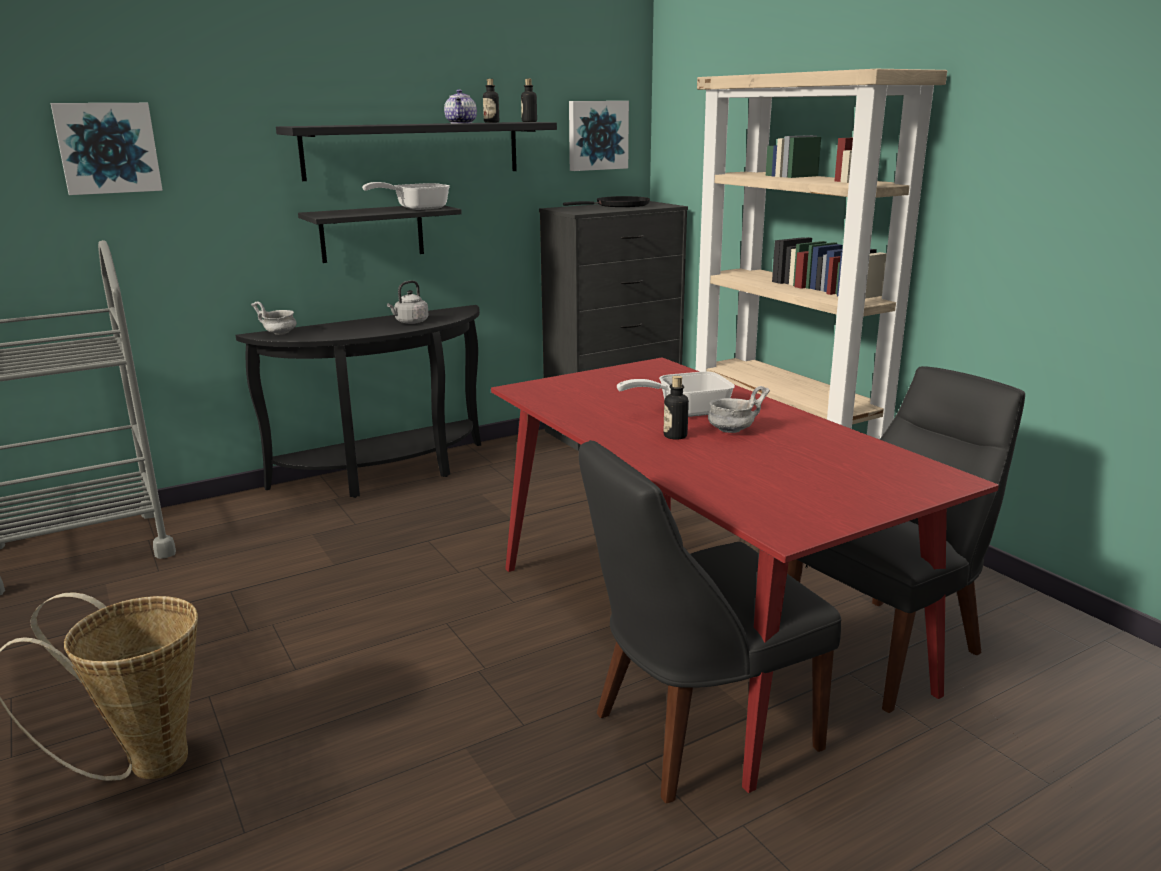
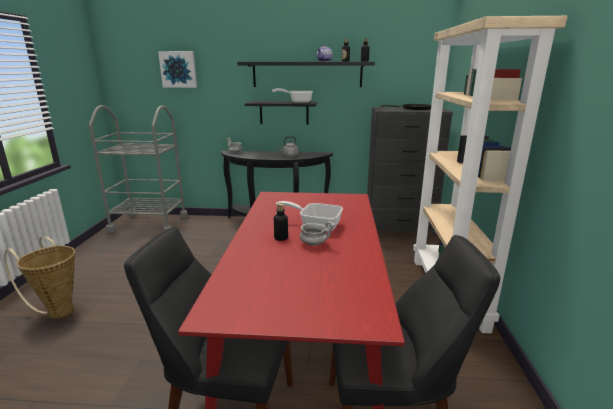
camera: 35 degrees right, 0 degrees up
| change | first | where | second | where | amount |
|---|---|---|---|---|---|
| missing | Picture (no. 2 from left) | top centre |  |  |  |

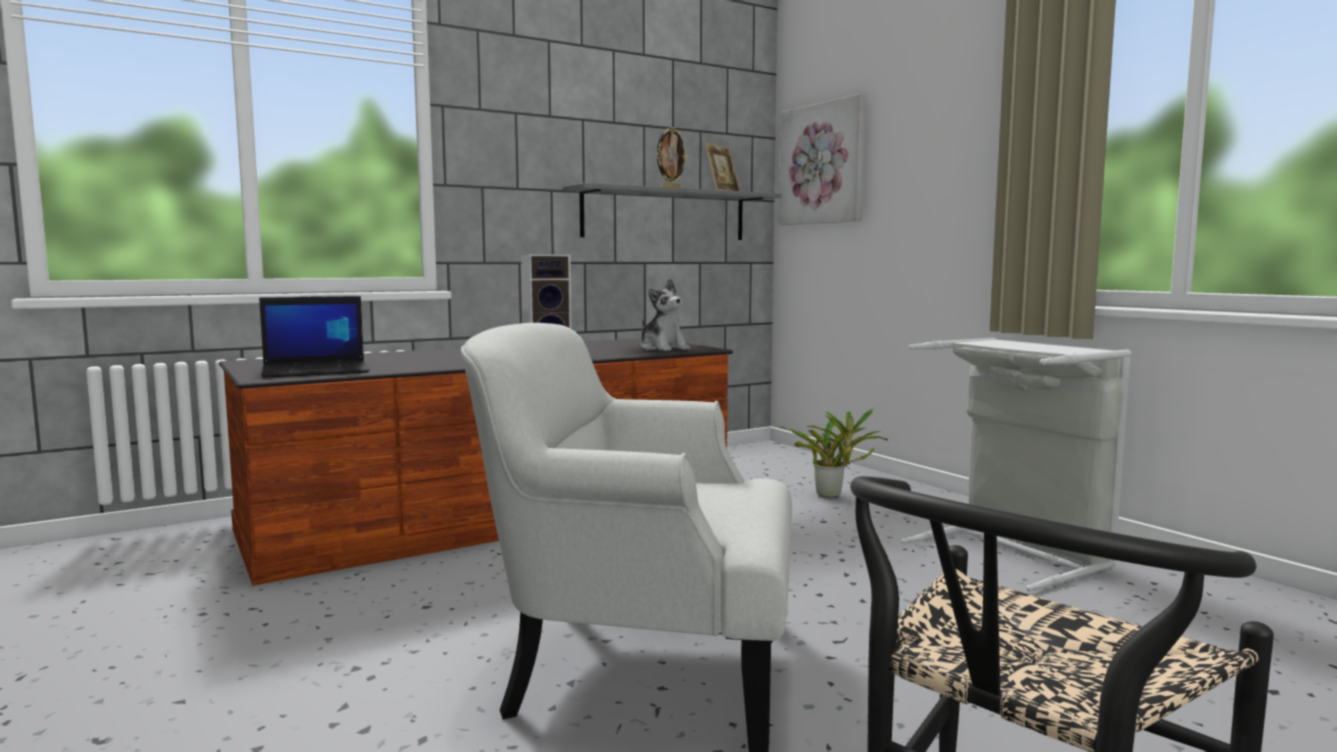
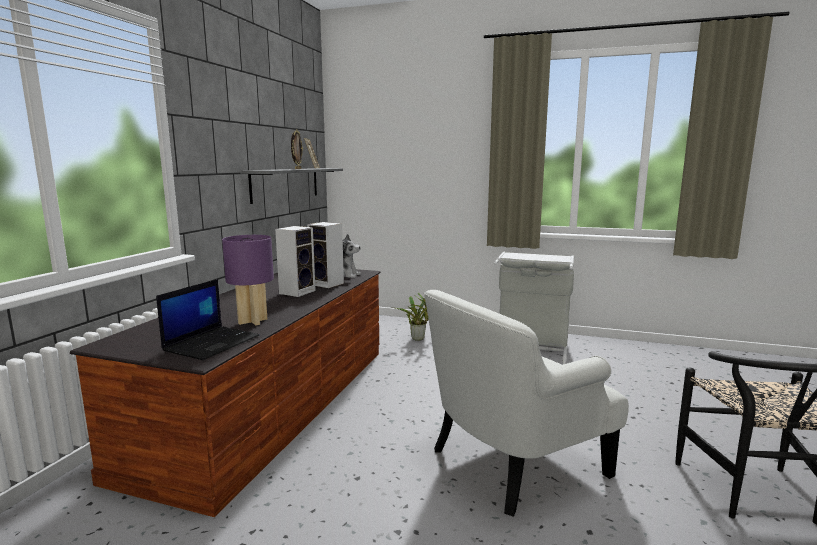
camera: 40 degrees left, 5 degrees up
| change | first | where | second | where | amount |
|---|---|---|---|---|---|
| missing | Picture | top centre |  |  |  |
| appeared |  |  | Speaker (no. 2 from left) | centre |  |
| appeared |  |  | PurpleTableLamp | middle left |  |

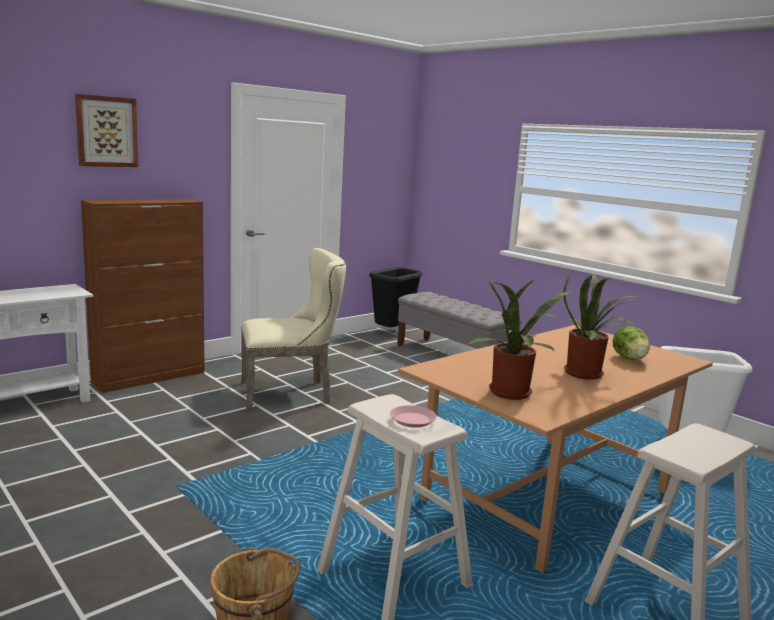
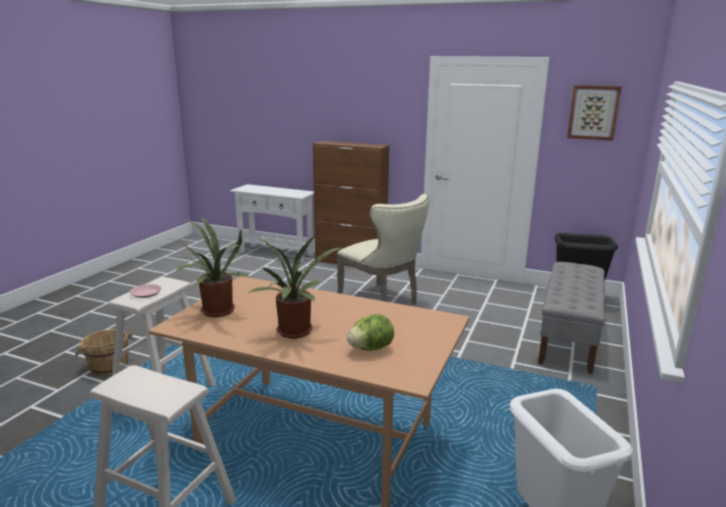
camera: 65 degrees right, 5 degrees up
| change | first | where | second | where | amount |
|---|---|---|---|---|---|
| relocated | Picture | top left |  | top right |  |

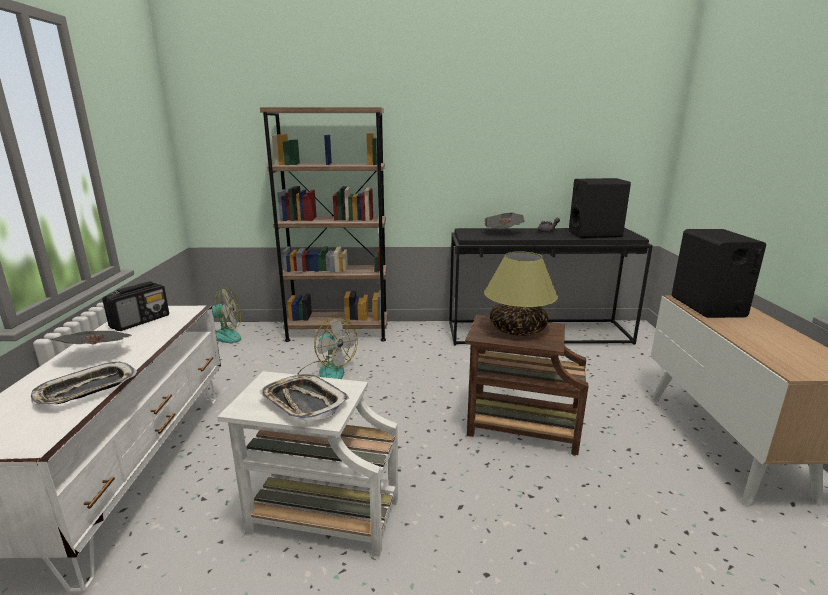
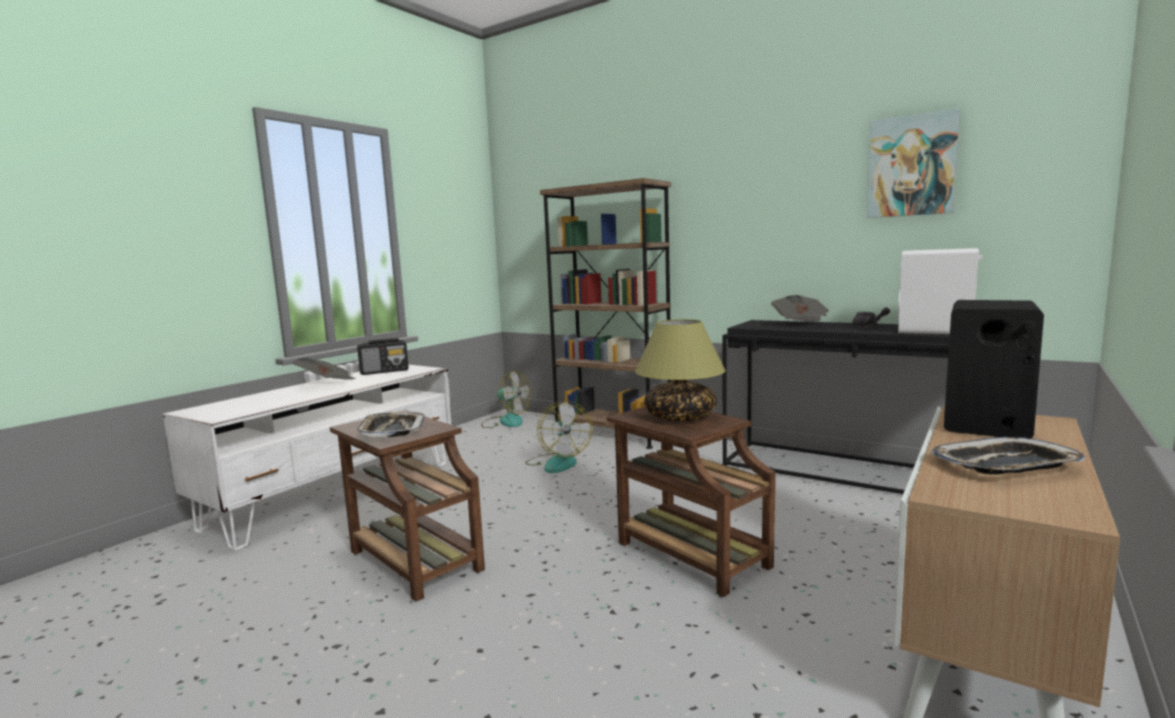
camera: 35 degrees right, 10 degrees down
| change | first | where | second | where | amount |
|---|---|---|---|---|---|
| colour | BlackSpeaker (no. 1 from left) | middle right | WhiteSpeaker | middle right |  |
| relocated | Tray (no. 1 from left in the first image) | middle left | Tray (no. 2 from left) | middle right |  |
| colour | WhiteSideTable | bottom centre | BrownSideTable (no. 1 from left) | bottom centre |  |
| appeared |  |  | Picture | top right |  |

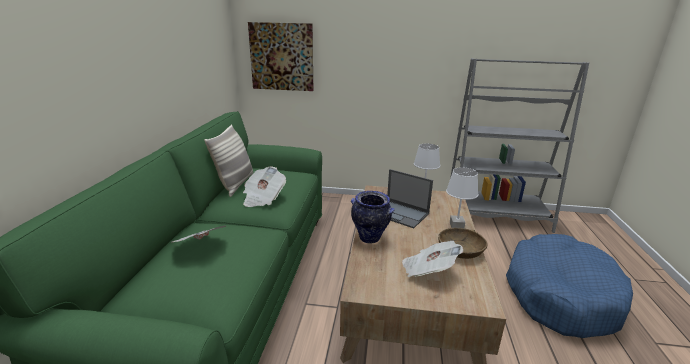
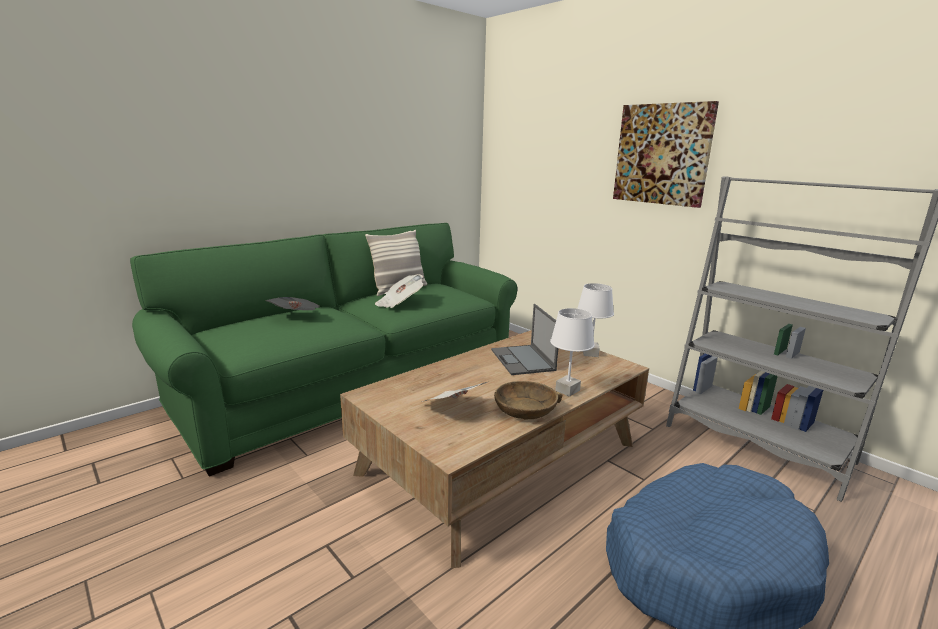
camera: 40 degrees right, 5 degrees down
| change | first | where | second | where | amount |
|---|---|---|---|---|---|
| relocated | Picture | top centre |  | top right |  |
| missing | Vase | centre |  |  |  |

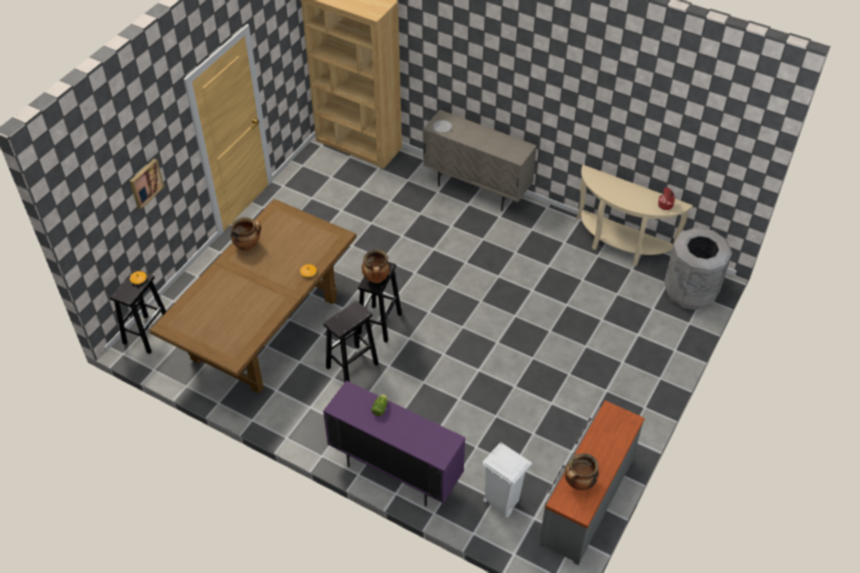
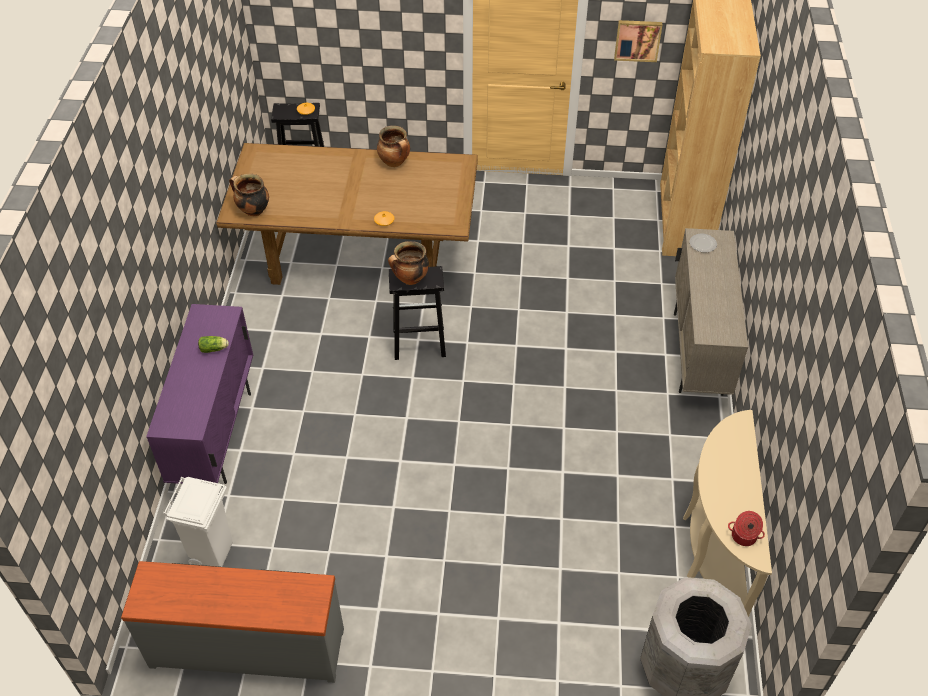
camera: 65 degrees right, 0 degrees up
| change | first | where | second | where | amount |
|---|---|---|---|---|---|
| relocated | Picture | top left |  | top right |  |
| missing | BlackStool (no. 2 from left) | centre |  |  |  |
| relocated | CookingPot (no. 3 from left in the first image) | bottom right | CookingPot (no. 1 from left) | top left |  |

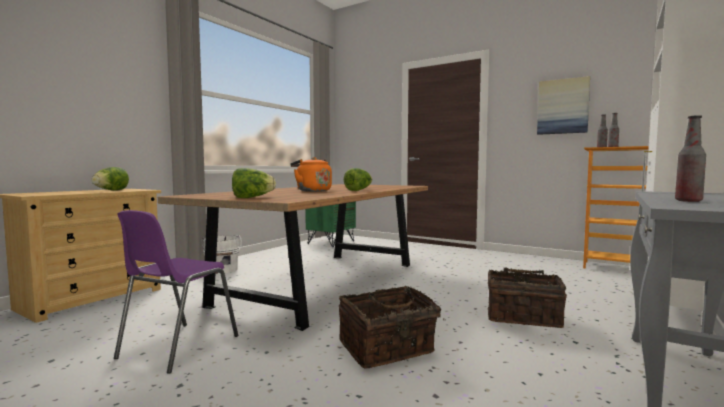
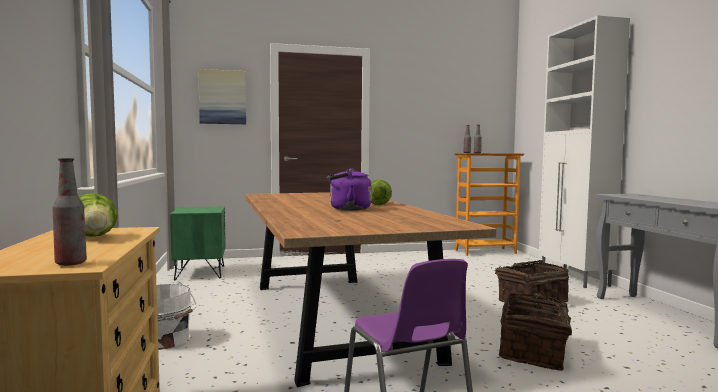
camera: 45 degrees left, 0 degrees up
| change | first | where | second | where | amount |
|---|---|---|---|---|---|
| relocated | Picture | top right |  | top left |  |
| relocated | Bottle (no. 3 from left in the first image) | middle right | Bottle (no. 1 from left) | middle left |  |
| colour | OrangeKettle | centre | PurpleKettle | centre |  |
| missing | Lettuce (no. 2 from left) | centre |  |  |  |

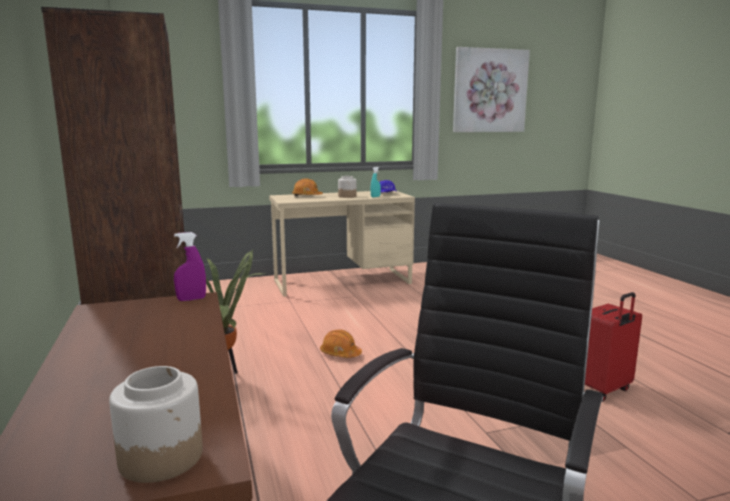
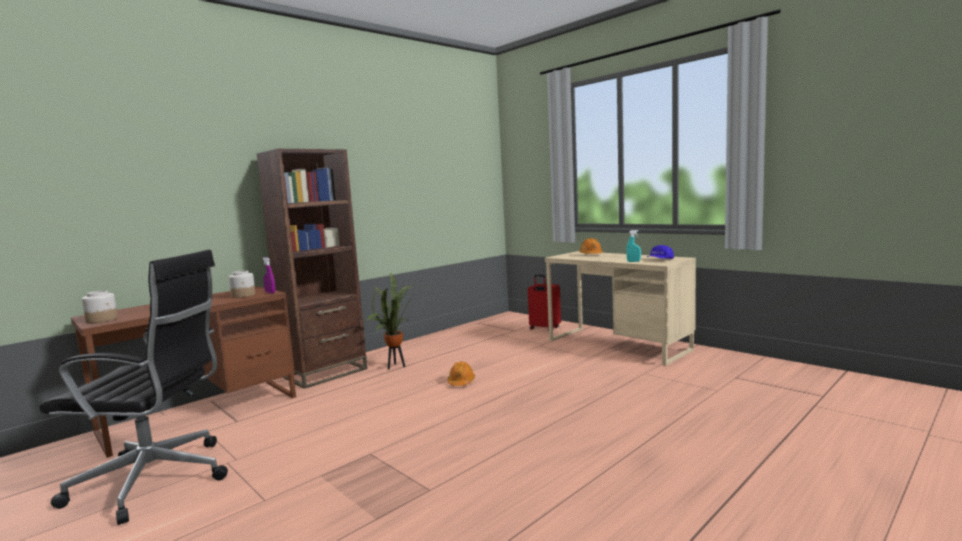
camera: 65 degrees right, 5 degrees down
| change | first | where | second | where | amount |
|---|---|---|---|---|---|
| missing | Picture | top right |  |  |  |
| relocated | Jar (no. 2 from left) | centre |  | middle left |  |
| relocated | RedSuitcase | bottom right |  | centre |  |

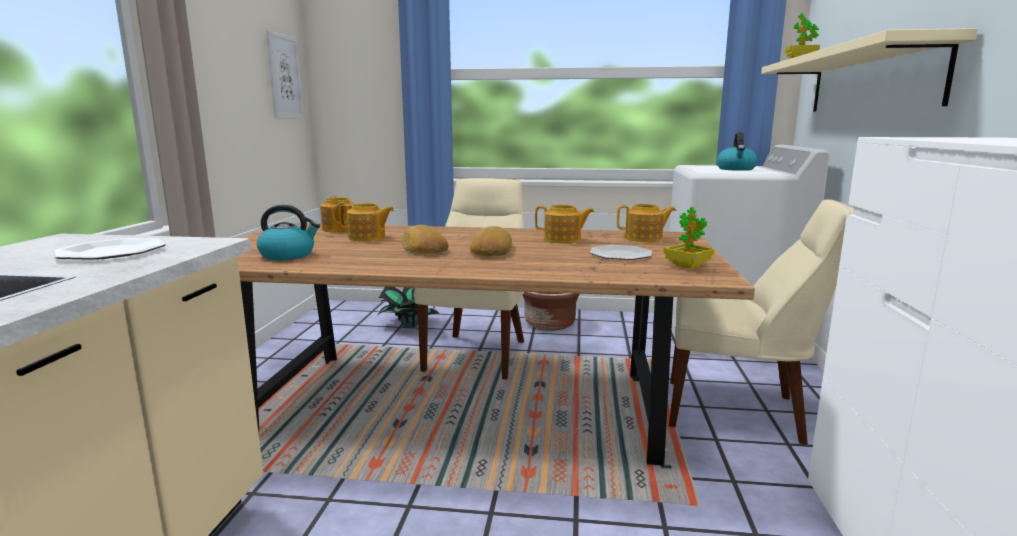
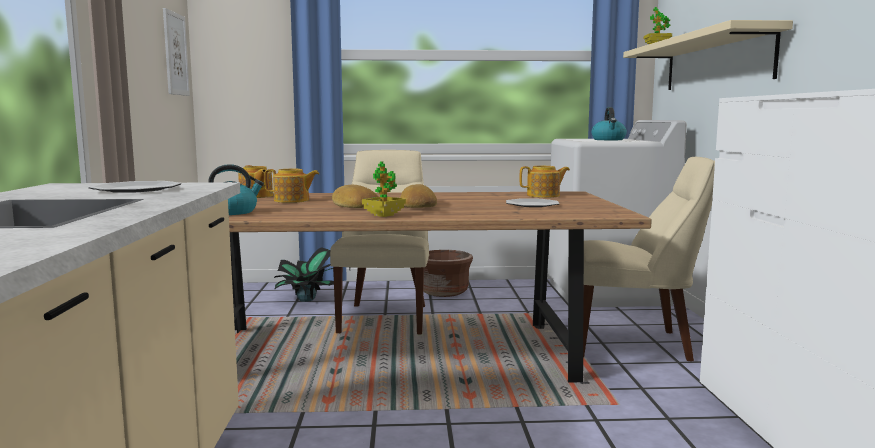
camera: 10 degrees left, 5 degrees down
| change | first | where | second | where | amount |
|---|---|---|---|---|---|
| missing | Teapot (no. 3 from left) | centre |  |  |  |
| relocated | PottedPlant (no. 2 from left) | middle right |  | centre |  |

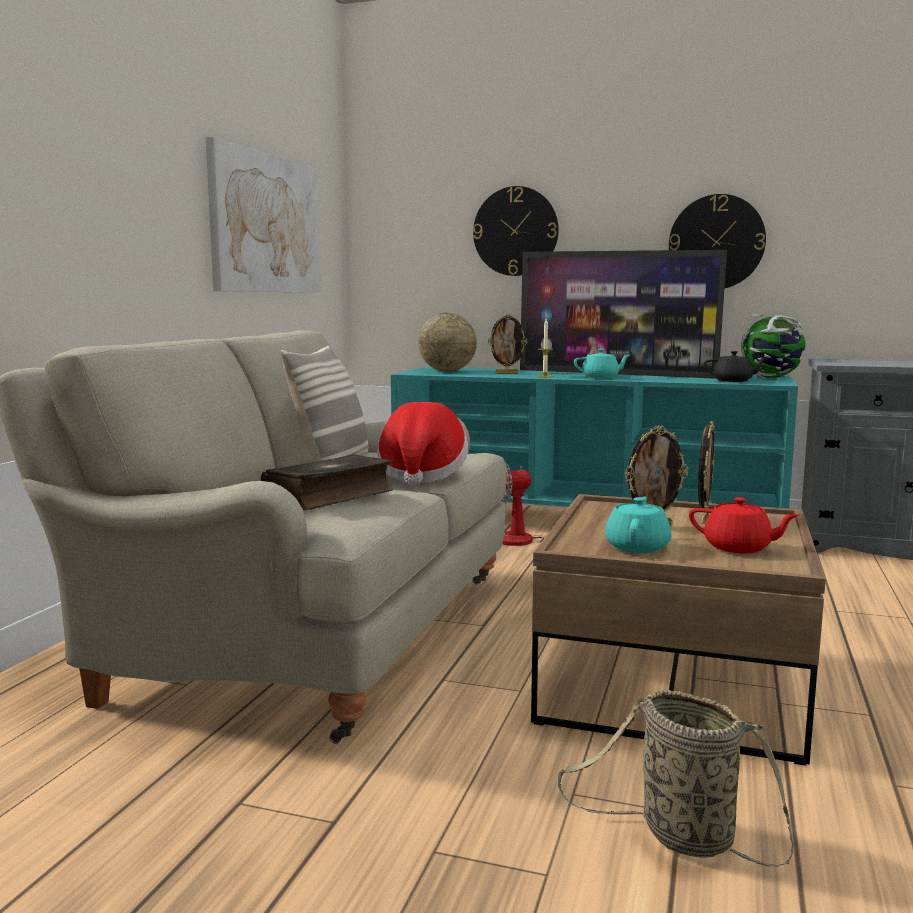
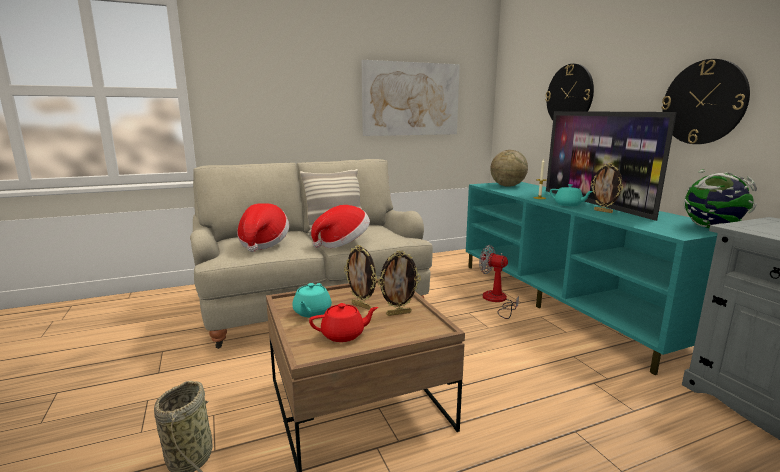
camera: 50 degrees right, 5 degrees up
| change | first | where | second | where | amount |
|---|---|---|---|---|---|
| relocated | PictureFrame (no. 1 from left in the first image) | centre | PictureFrame (no. 3 from left) | middle right |  |
| missing | BlackTeapot | middle right |  |  |  |
| exchanged | Book | centre | Hat (no. 1 from left) | centre |  |
| spun | TurquoiseTeapot (no. 2 from left in the first image) | middle right | TurquoiseTeapot (no. 1 from left) | centre | 120 degrees clockwise |
| spun | RedTeapot | middle right |  | bottom centre | 90 degrees counterclockwise |

